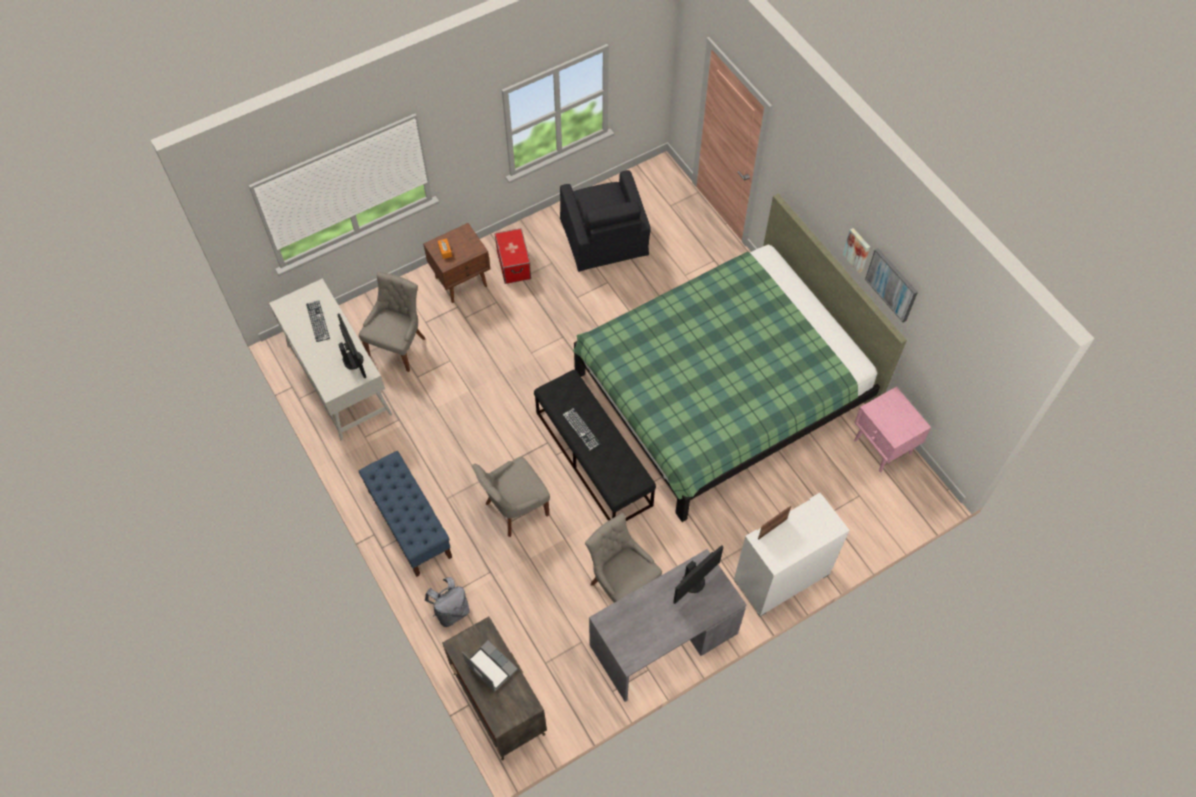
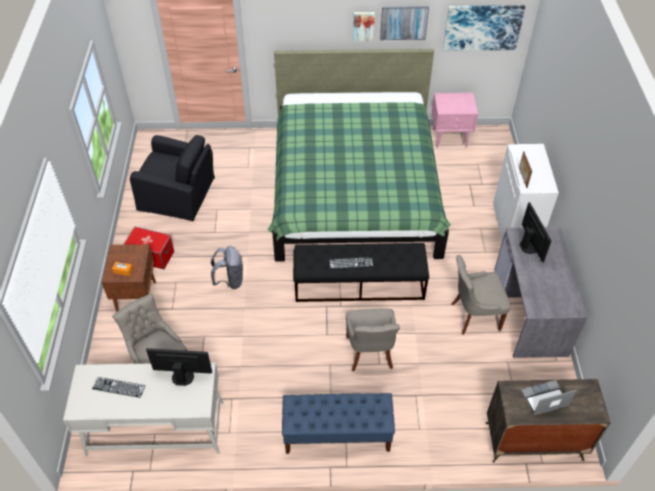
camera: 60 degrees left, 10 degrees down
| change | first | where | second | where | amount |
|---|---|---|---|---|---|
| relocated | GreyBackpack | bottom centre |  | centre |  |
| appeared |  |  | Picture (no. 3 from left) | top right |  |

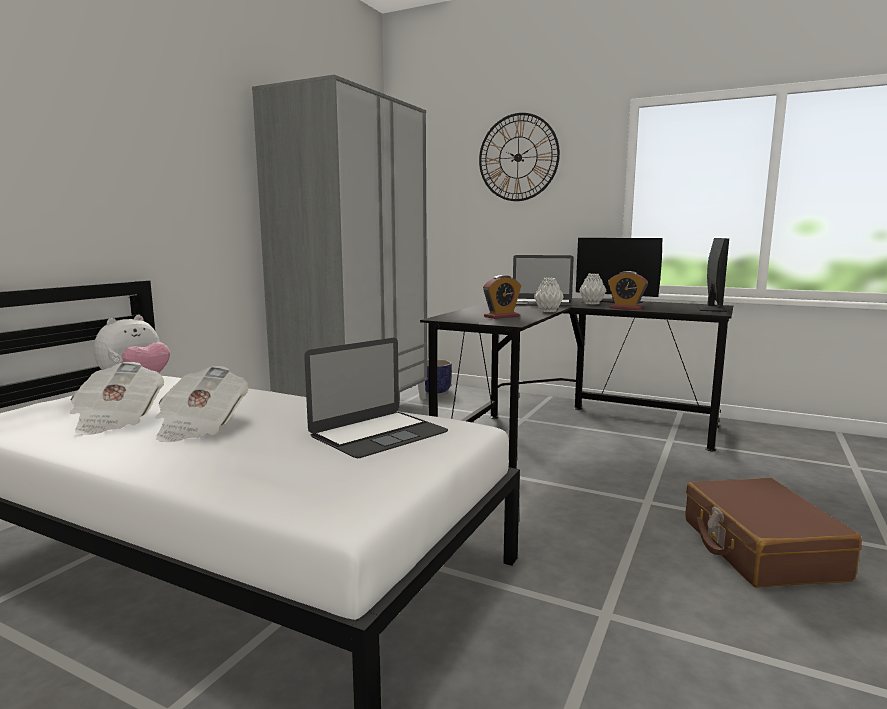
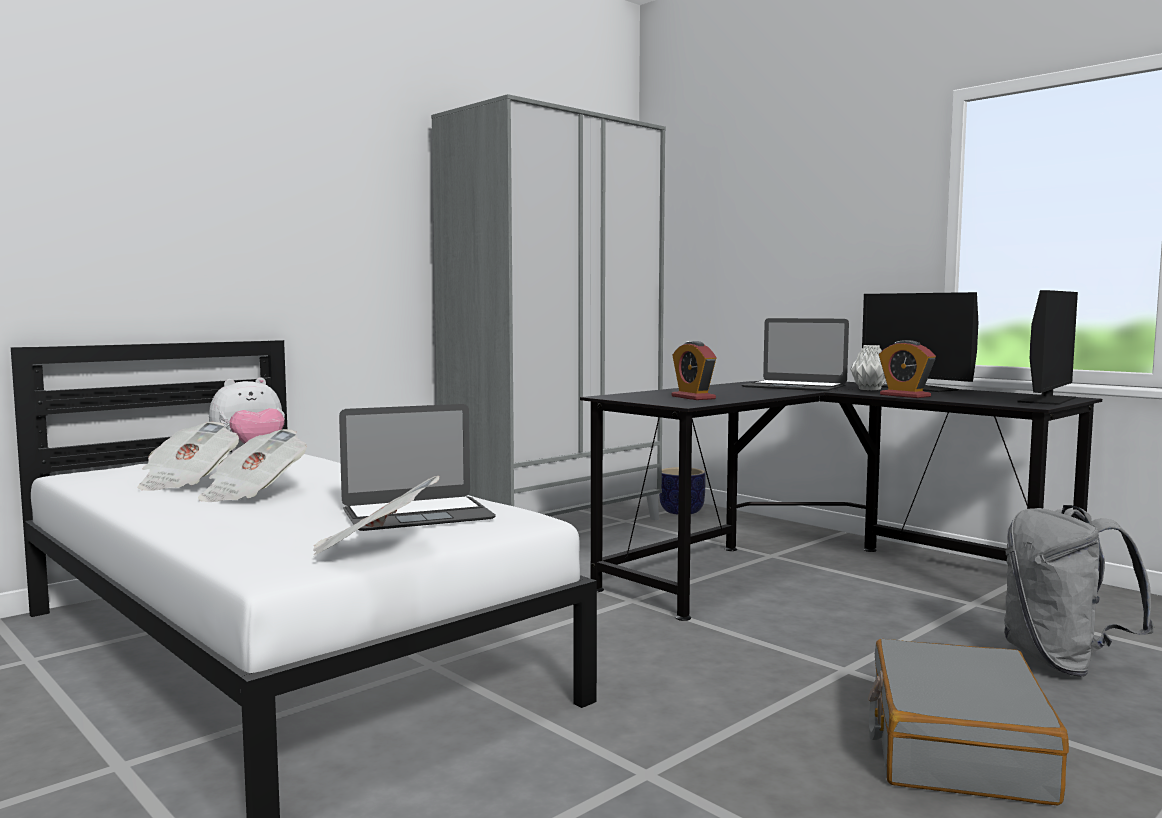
camera: 20 degrees right, 5 degrees down
| change | first | where | second | where | amount |
|---|---|---|---|---|---|
| missing | WallClock | top centre |  |  |  |
| spun | AlarmClock (no. 1 from left) | centre |  | centre | 75 degrees clockwise |
| missing | GreyVase (no. 1 from left) | centre |  |  |  |
| colour | BrownSuitcase | bottom right | GreySuitcase | bottom right |  |
| appeared |  |  | Newspaper (no. 3 from left) | middle left |  |
| appeared |  |  | GreyBackpack | bottom right |  |

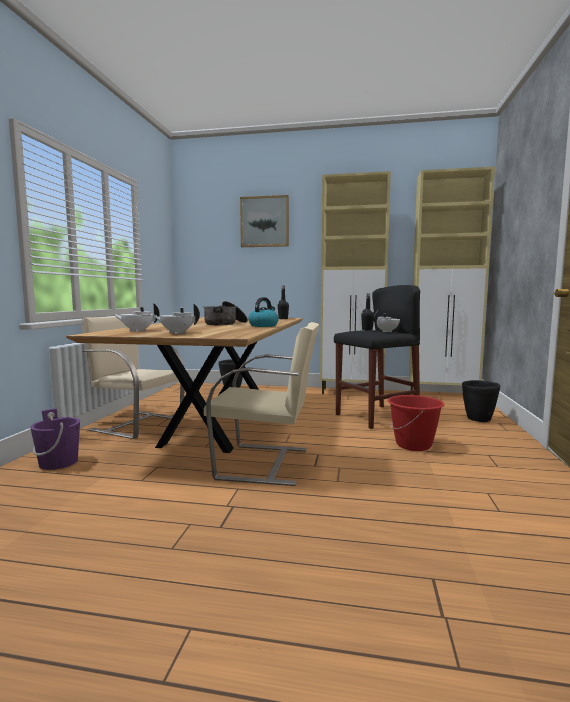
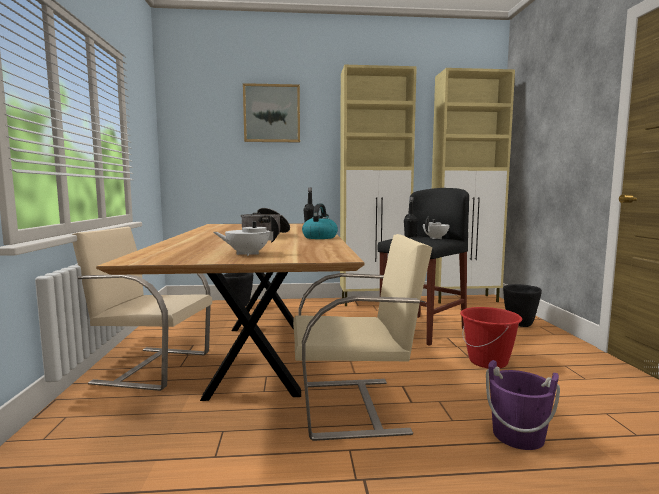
camera: 15 degrees left, 0 degrees up
| change | first | where | second | where | amount |
|---|---|---|---|---|---|
| missing | WhiteTeapot (no. 1 from left) | middle left |  |  |  |
| relocated | PurpleBucket | middle left |  | bottom right |  |

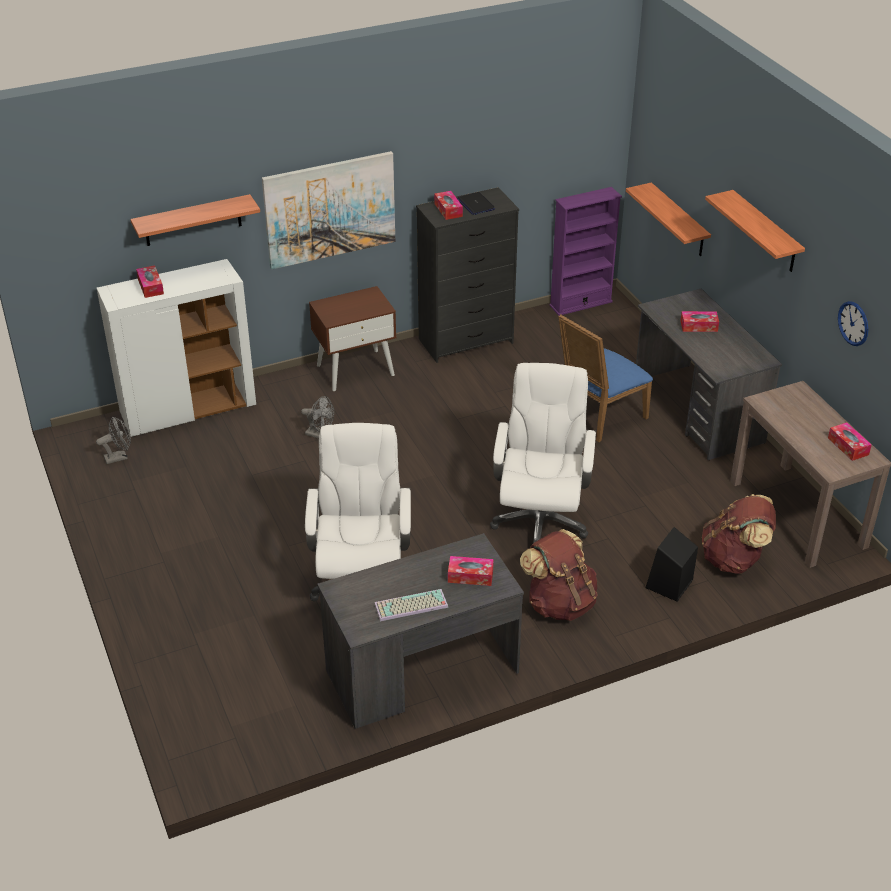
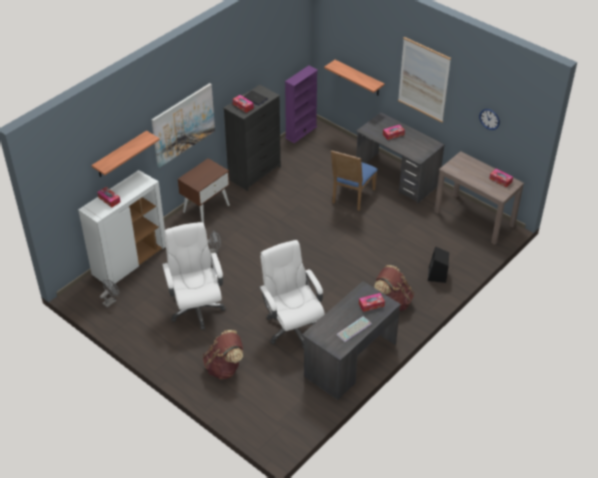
camera: 25 degrees left, 5 degrees up
| change | first | where | second | where | amount |
|---|---|---|---|---|---|
| exchanged | Shelf (no. 3 from left) | top right | Picture (no. 2 from left) | top right |  |
| relocated | WhiteOfficeChair (no. 2 from left in the first image) | centre | WhiteOfficeChair (no. 1 from left) | middle left |  |
| relocated | BrownBackpack (no. 2 from left in the first image) | middle right | BrownBackpack (no. 1 from left) | bottom centre |  |

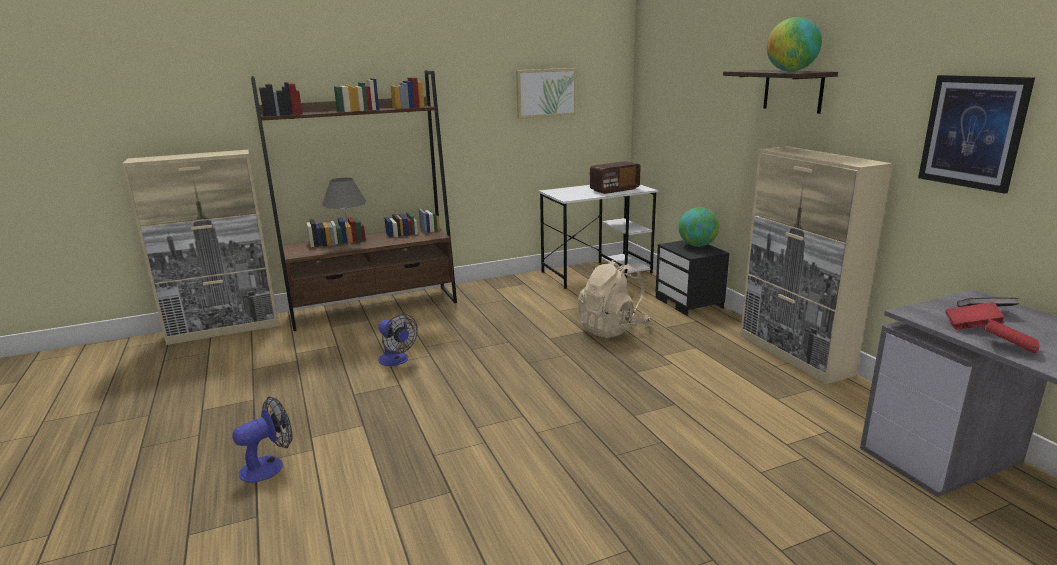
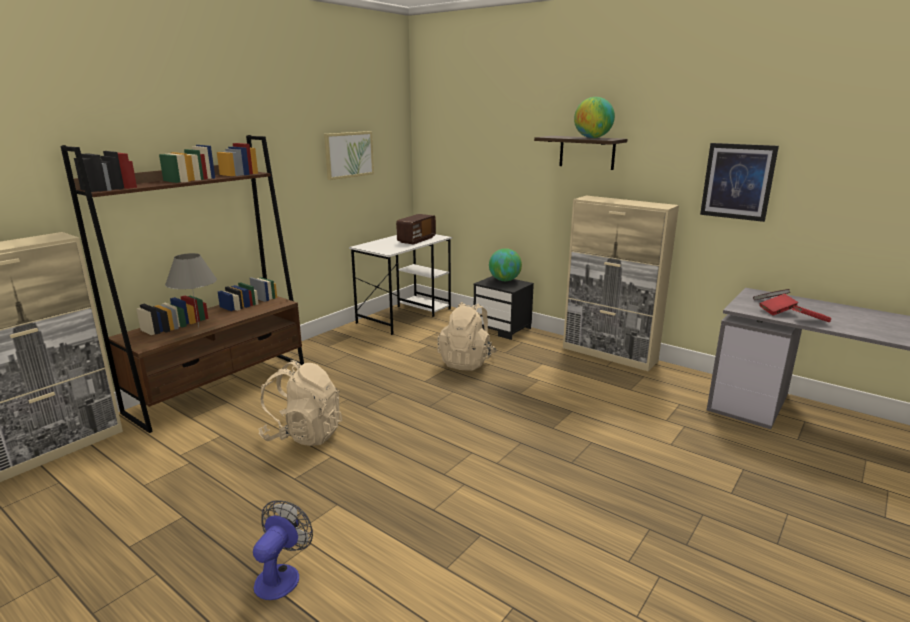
camera: 30 degrees left, 0 degrees up
| change | first | where | second | where | amount |
|---|---|---|---|---|---|
| exchanged | Fan (no. 2 from left) | centre | BeigeBackpack (no. 1 from left) | middle left |  |

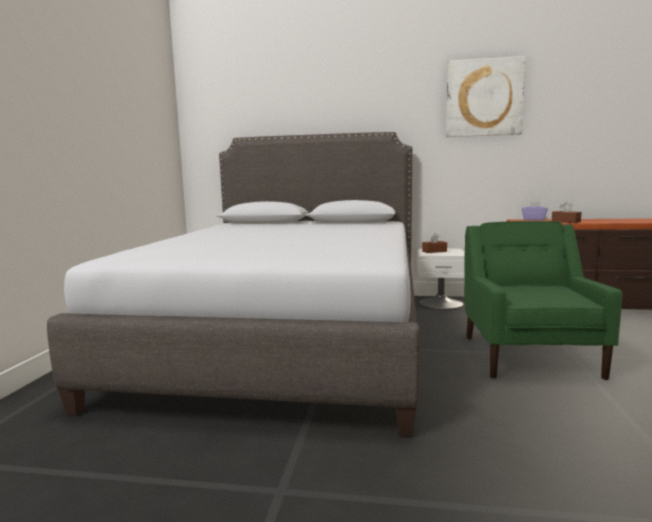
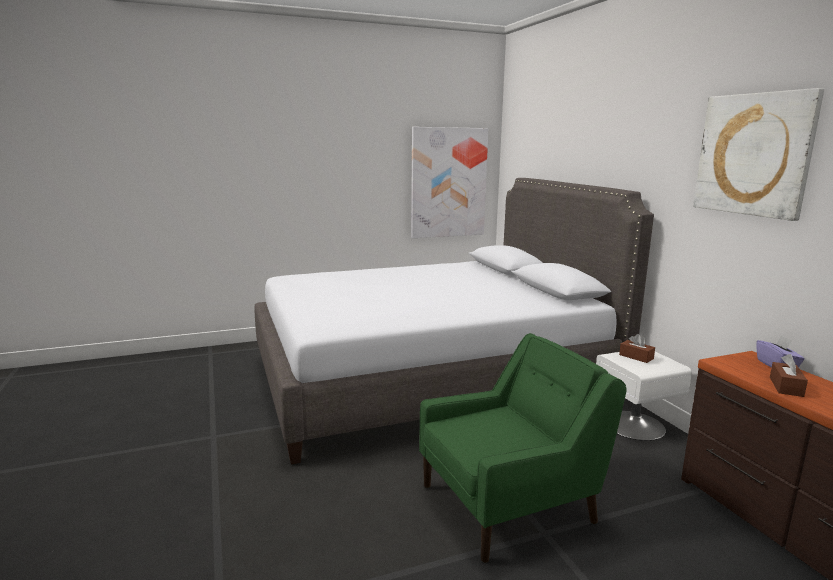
camera: 60 degrees right, 5 degrees up
| change | first | where | second | where | amount |
|---|---|---|---|---|---|
| appeared |  |  | Picture (no. 1 from left) | top centre |  |

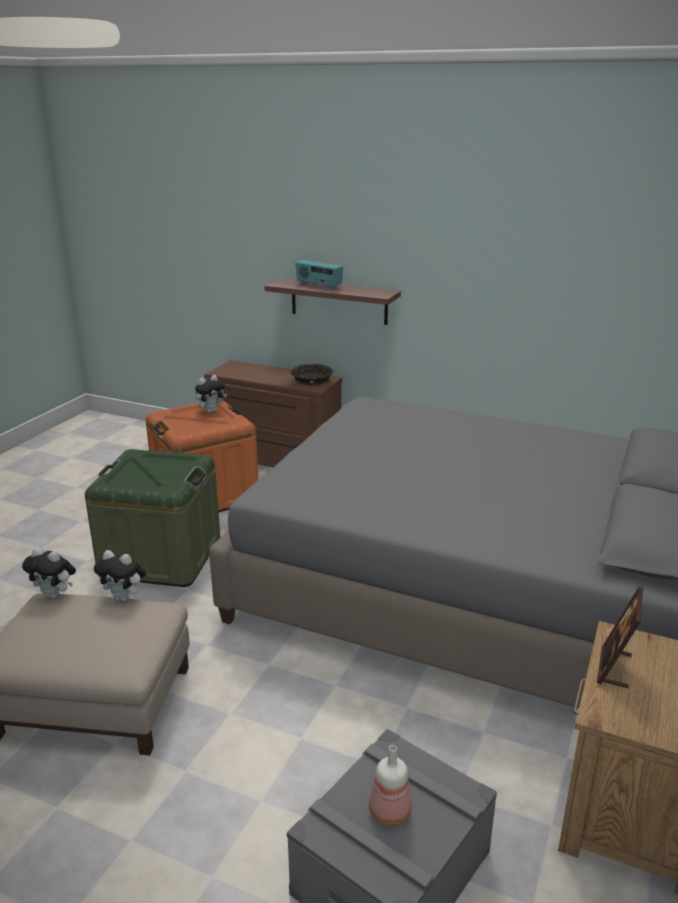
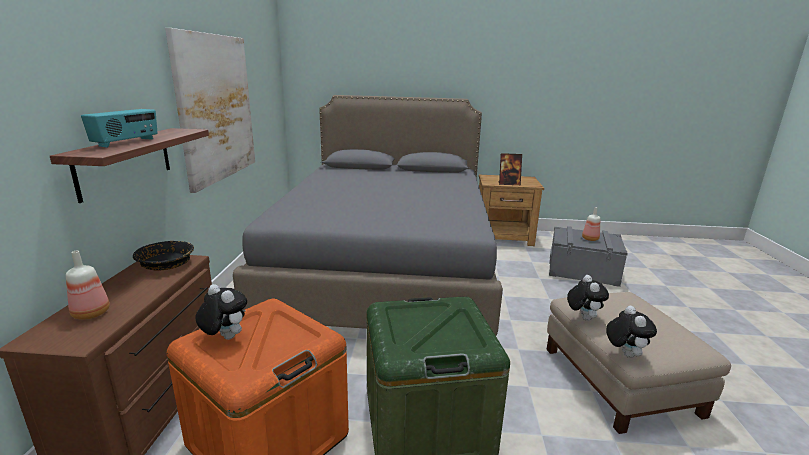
camera: 110 degrees left, 5 degrees down
| change | first | where | second | where | amount |
|---|---|---|---|---|---|
| appeared |  |  | Picture | top left |  |
| appeared |  |  | Bottle (no. 1 from left) | middle left |  |

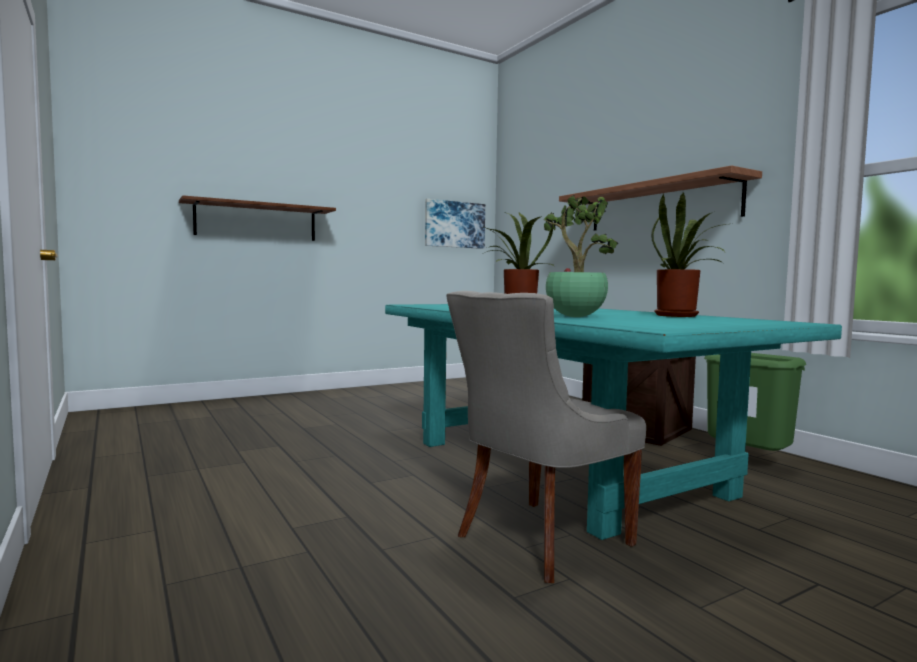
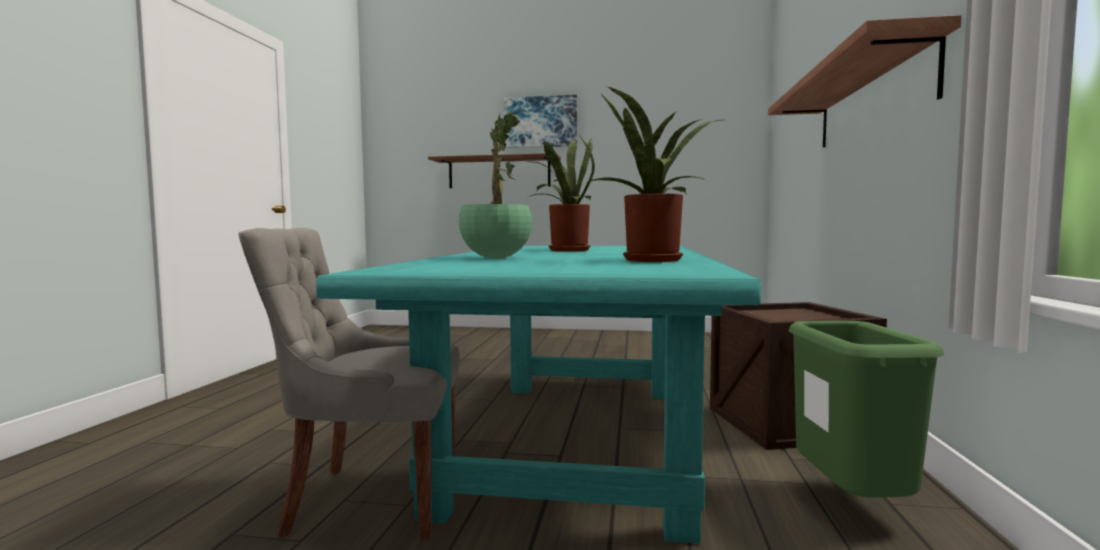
camera: 40 degrees right, 0 degrees up
| change | first | where | second | where | amount |
|---|---|---|---|---|---|
| relocated | Picture | centre |  | top centre |  |

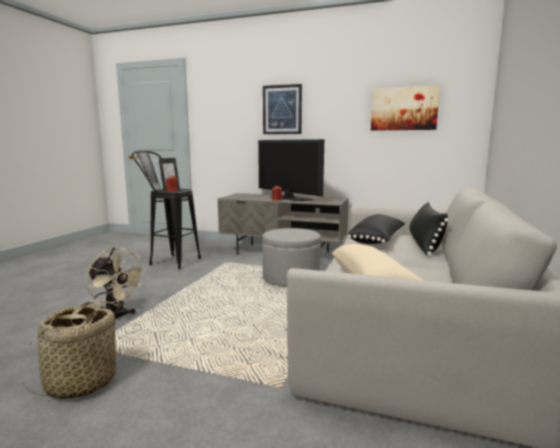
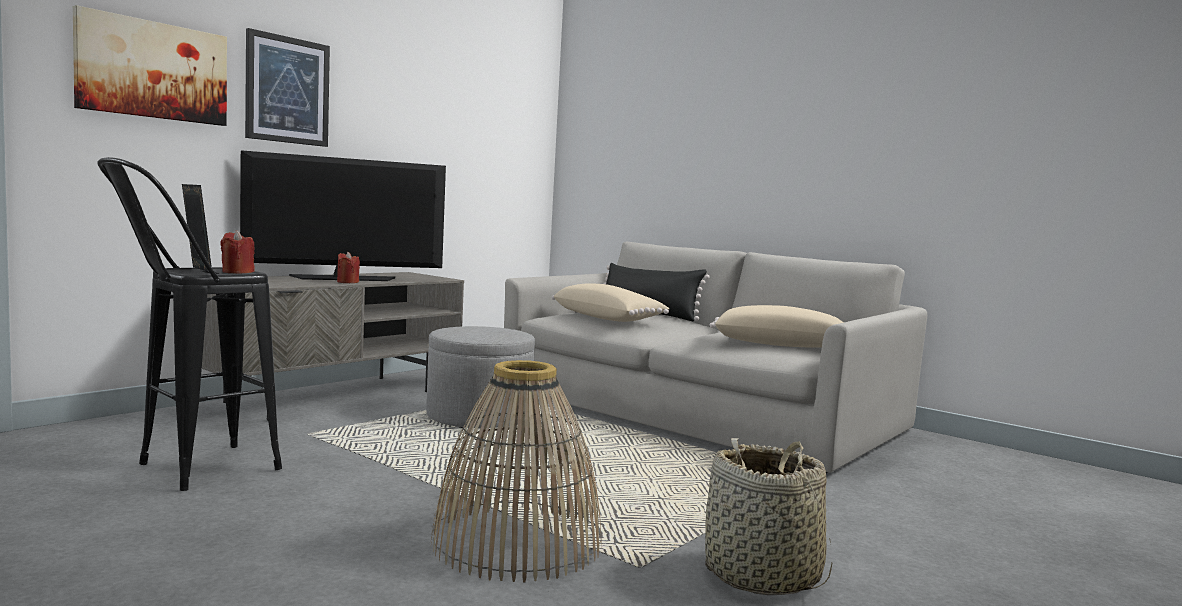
camera: 70 degrees left, 5 degrees down
| change | first | where | second | where | amount |
|---|---|---|---|---|---|
| relocated | Picture (no. 2 from left in the first image) | top right | Picture (no. 1 from left) | top left |  |
| colour | BlackPillow (no. 1 from left) | middle right | BeigePillow (no. 1 from left) | centre |  |
| exchanged | BeigeFan | middle left | Basket (no. 1 from left) | bottom centre |  |

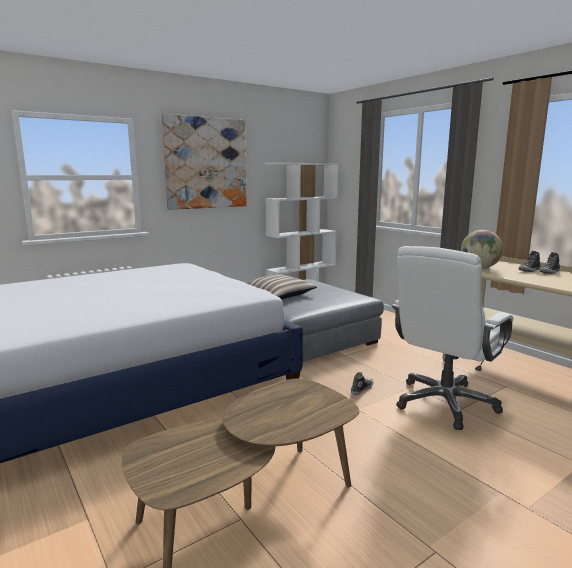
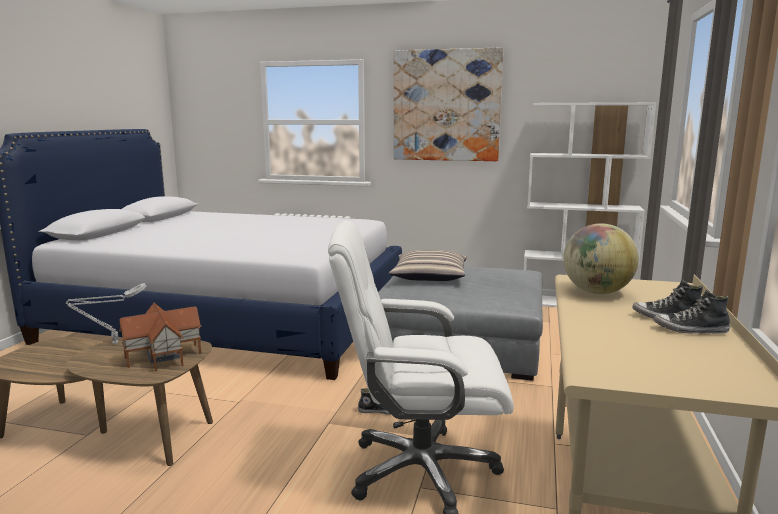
camera: 50 degrees right, 0 degrees up
| change | first | where | second | where | amount |
|---|---|---|---|---|---|
| appeared |  |  | GreyTableLamp | middle left |  |
| appeared |  |  | ToyHouse | middle left |  |

